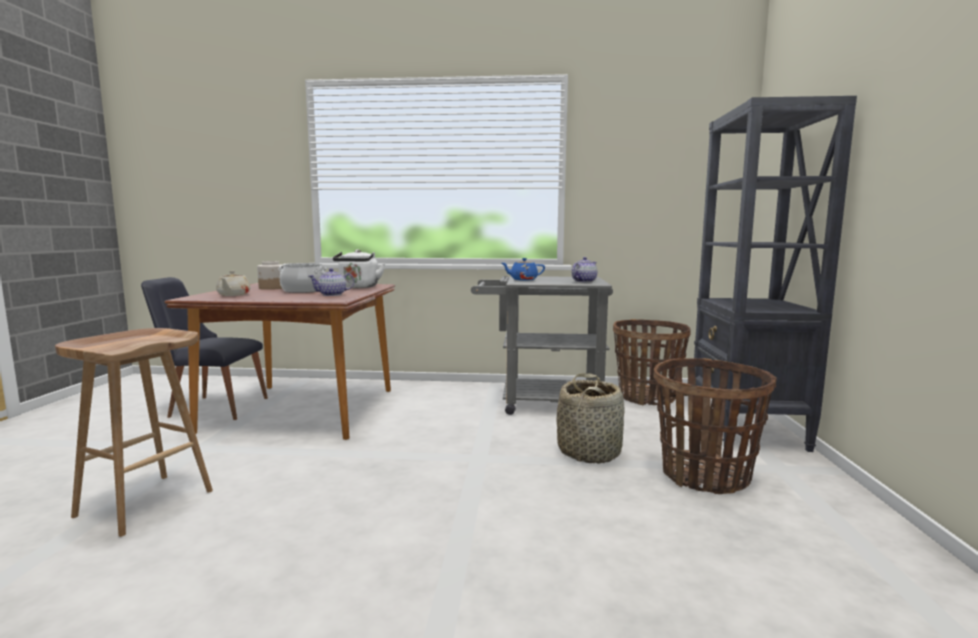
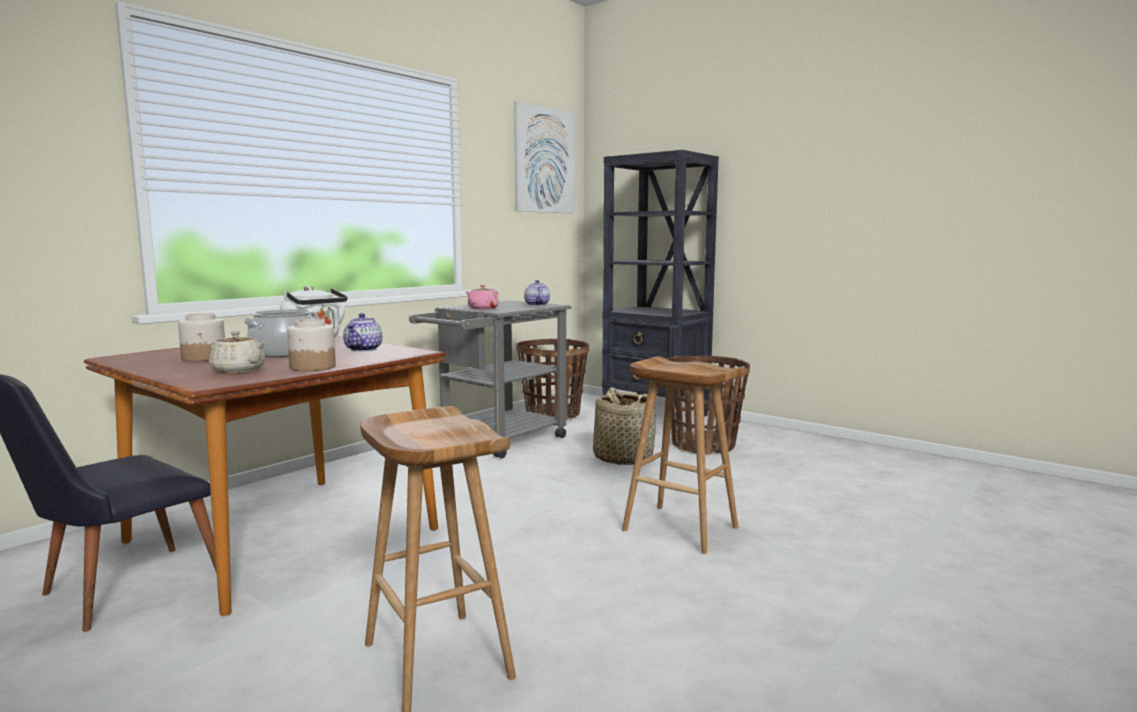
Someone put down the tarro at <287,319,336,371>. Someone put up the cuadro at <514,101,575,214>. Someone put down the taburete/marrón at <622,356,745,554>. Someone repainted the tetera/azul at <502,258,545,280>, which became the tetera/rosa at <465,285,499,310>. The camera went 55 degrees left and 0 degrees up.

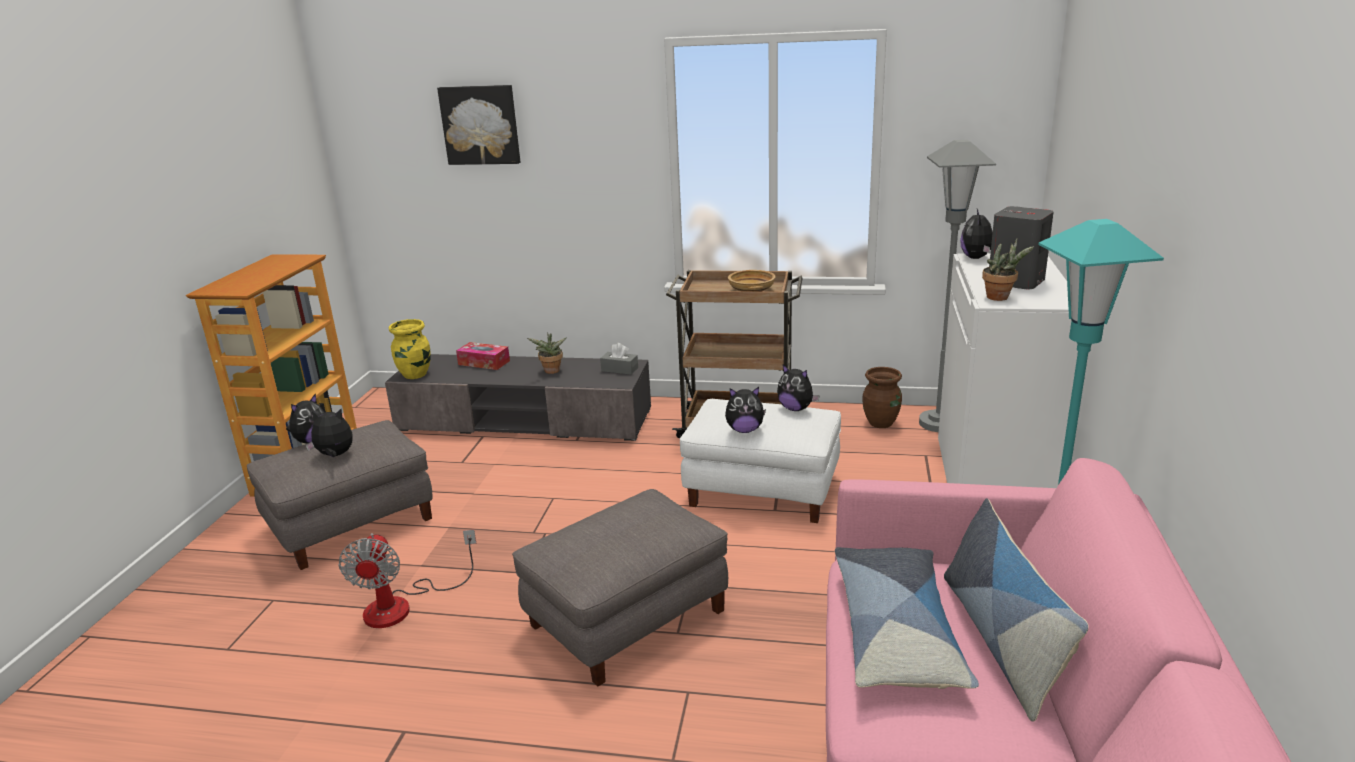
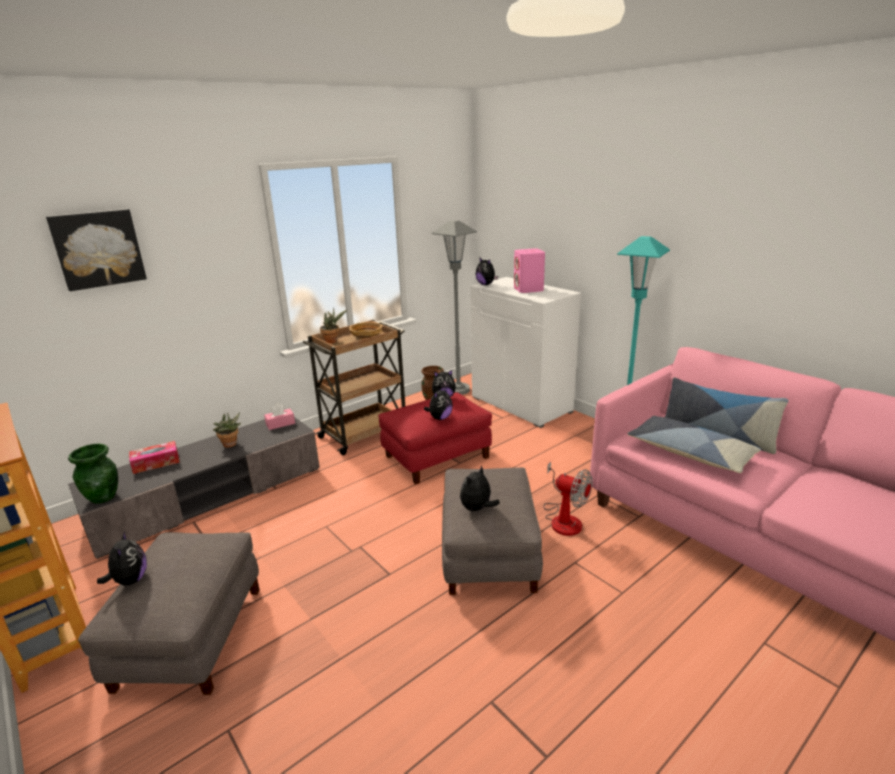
Someone carried the peluche from <306,409,353,457> to <460,465,500,512>. Someone carried the ventilador from <339,530,477,628> to <543,462,593,536>. Someone carried the planta en maceta from <982,238,1034,301> to <320,308,347,344>. Someone repainted the florero/amarillo at <389,319,431,379>, which became the florero/verde at <68,444,118,504>. Someone repainted the caja de pañuelos/gris at <600,343,638,375>, which became the caja de pañuelos/rosa at <264,404,295,430>. Someone repainted the puf/blanco at <680,399,841,523>, which became the puf/rojo at <378,392,492,485>. Someone repainted the altavoz/gris at <989,206,1054,289>, which became the altavoz/rosa at <514,248,545,293>. The camera went 50 degrees left and 0 degrees up.

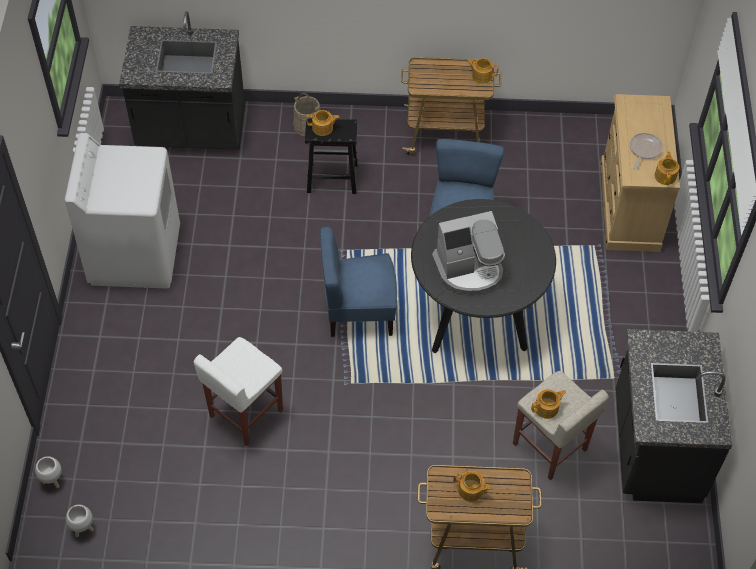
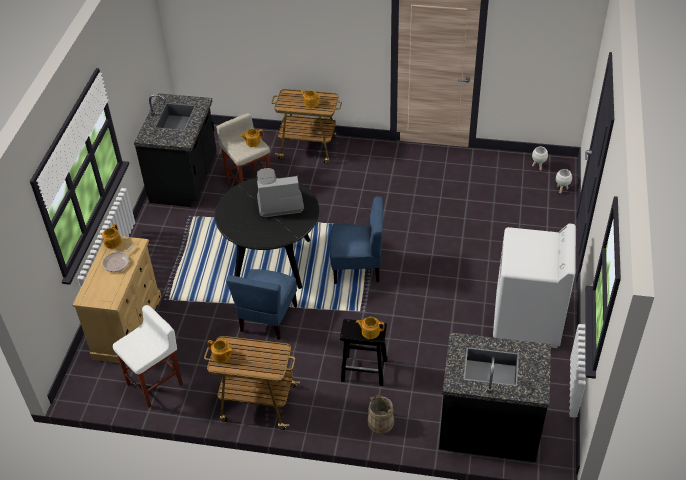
Someone carried the taburete/blanco from <194,337,283,446> to <113,305,183,408>. The camera went 170 degrees left and 10 degrees down.

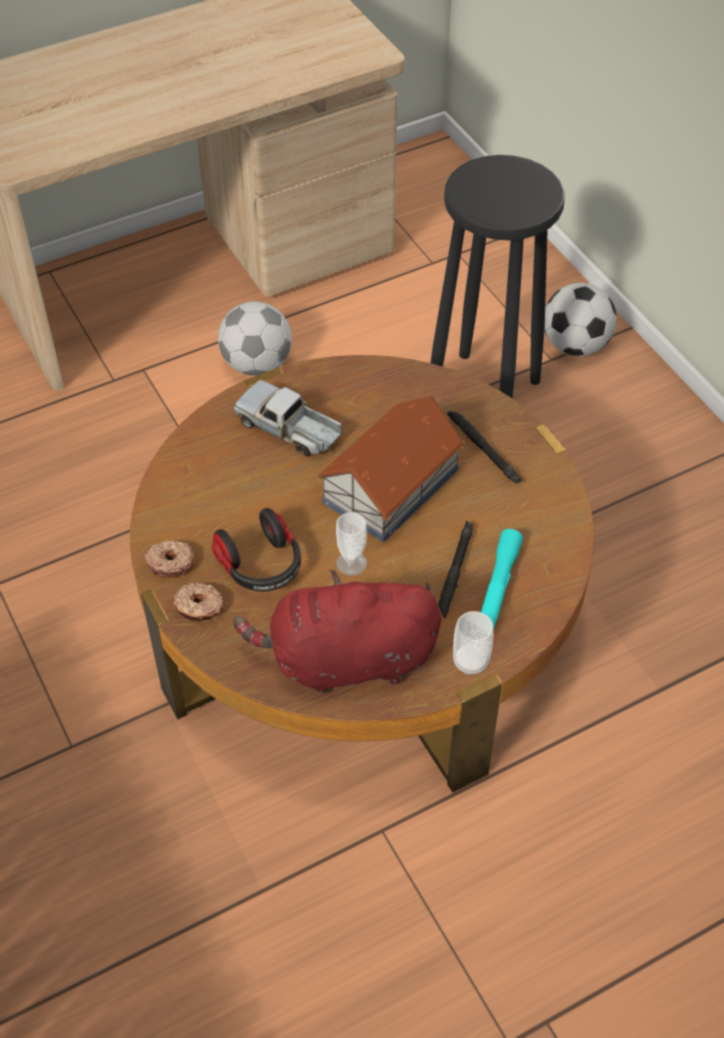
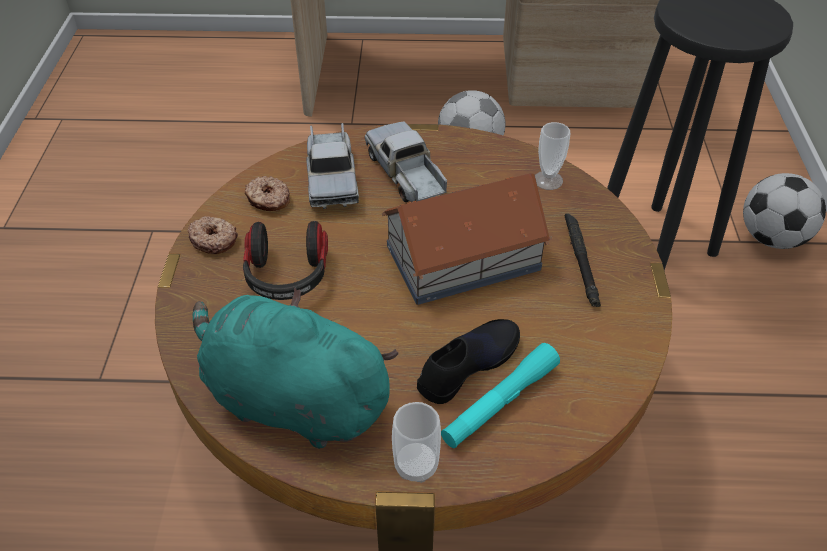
Someone put down the camión de juguete at <306,123,359,209>. Someone carried the rosquilla from <173,583,224,621> to <245,176,290,211>. Someone carried the taza from <336,512,367,576> to <535,122,571,190>. Someone swapped the linterna/negro at <438,521,473,619> for the zapato/negro at <417,319,520,404>. Someone repainted the peluche/rojo at <233,570,441,693>, which became the peluche/turquesa at <193,287,399,449>. The camera went 30 degrees right and 5 degrees down.

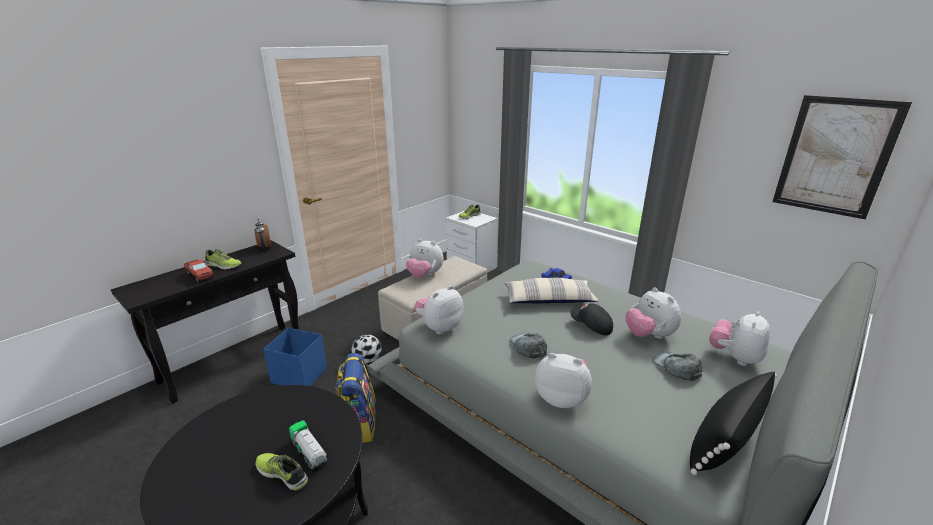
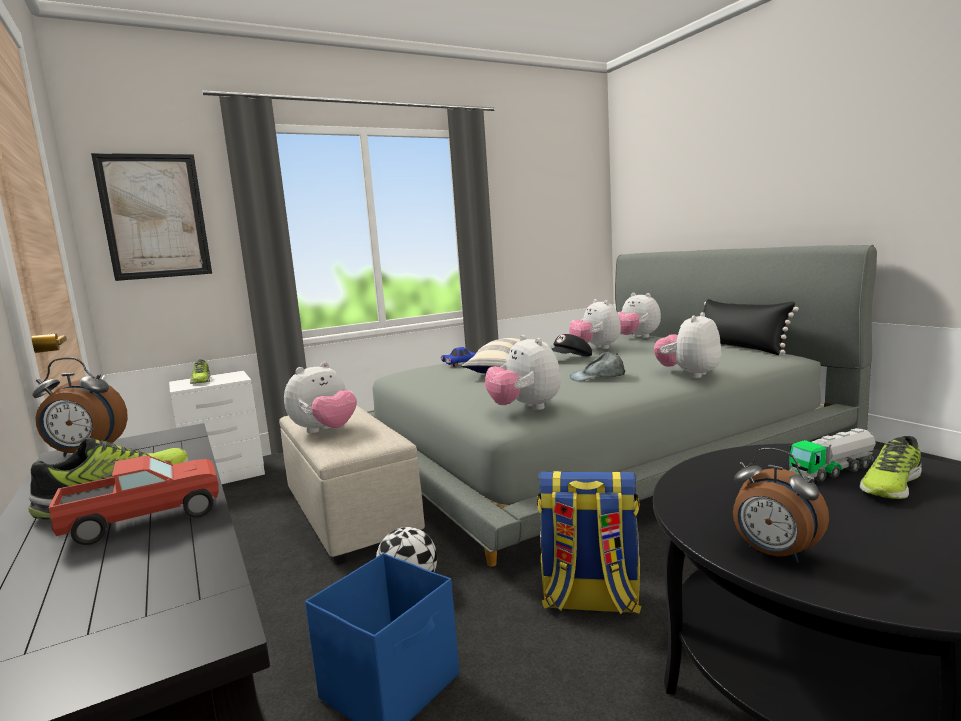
Someone took away the gorra/gris at <652,352,703,381>. Someone put down the despertador at <733,448,829,563>. Someone carried the cuadro from <773,95,912,219> to <91,153,212,281>. Someone rotated the peluche at <625,288,681,339> by 75 degrees clockwise. The camera went 70 degrees left and 15 degrees down.

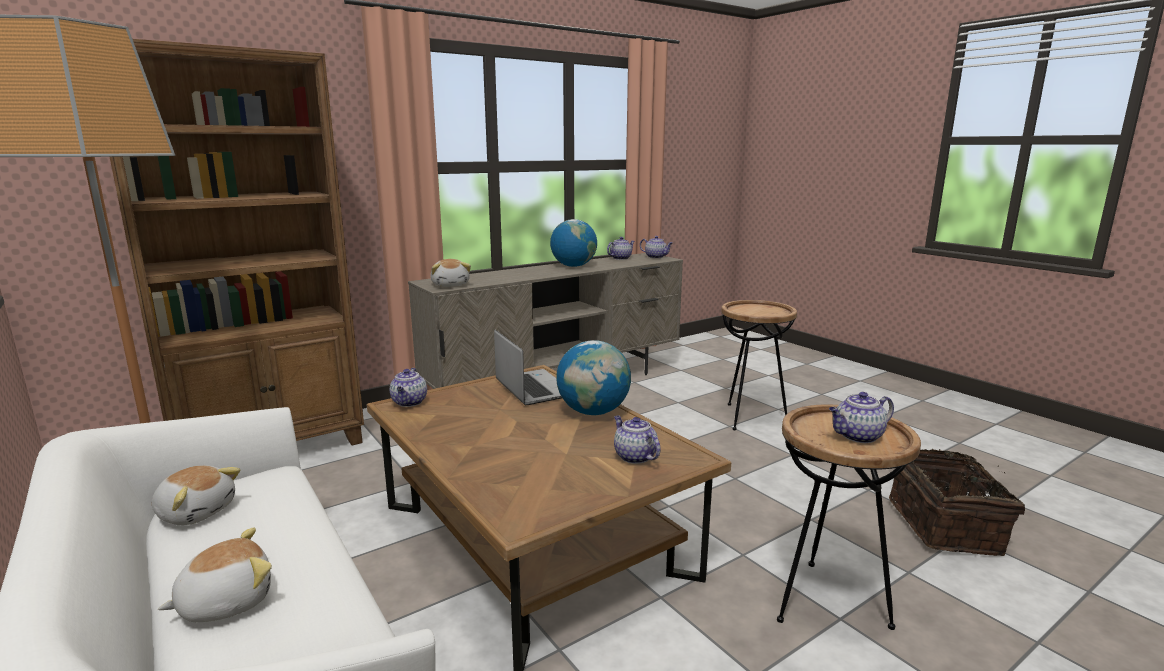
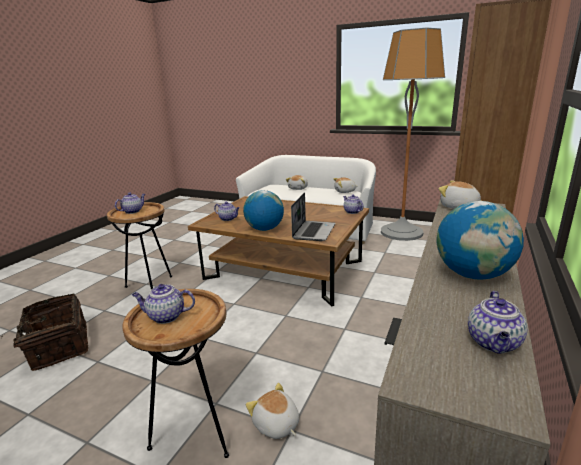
Someone put down the peluche at <246,383,299,439>. Someone carried the tetera from <640,236,673,258> to <132,284,195,324>. Someone rotated the portátil at <494,330,562,405> by 105 degrees counterclockwise. The camera went 150 degrees right and 5 degrees up.

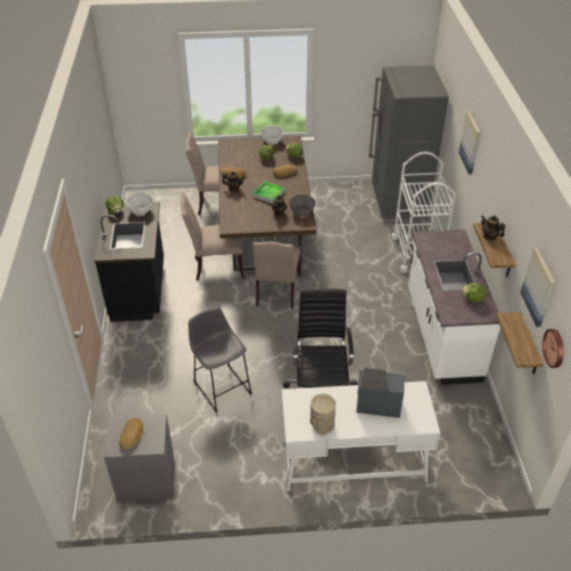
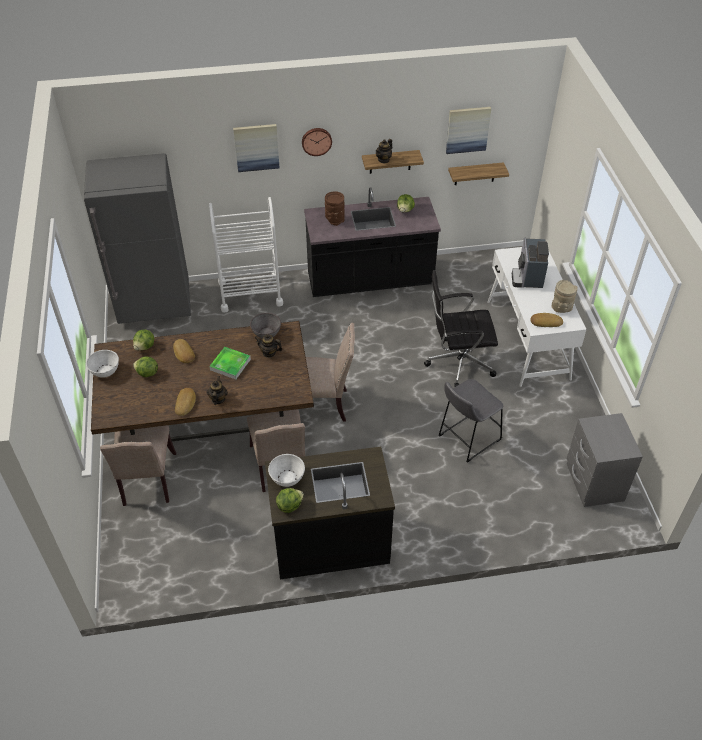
Someone put down the florero/marrón at <325,191,345,226>. Someone carried the pan from <119,418,143,450> to <530,313,563,327>. Someone carried the reloj de pared from <543,329,564,368> to <302,128,332,156>. Someone repainted the mueble bajo de cocina/blanco at <408,229,500,385>, which became the mueble bajo de cocina/negro at <304,187,441,297>. The camera went 95 degrees left and 5 degrees up.

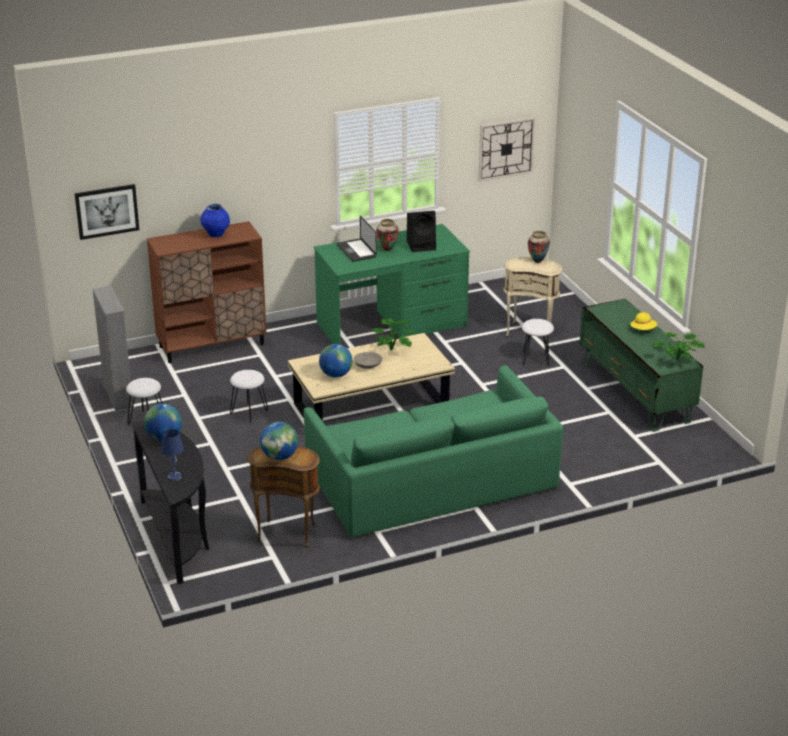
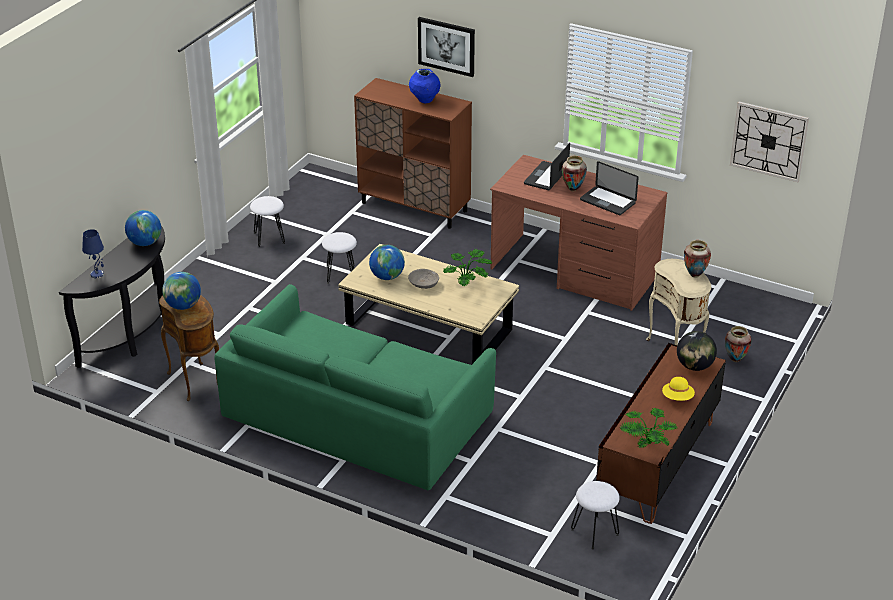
Someone took away the estantería/gris at <92,286,135,413>. Someone put down the globo terráqueo at <677,331,717,371>. Someone put down the florero at <725,326,752,362>. Someone carried the cuadro from <74,184,139,240> to <418,17,475,77>. Someone carried the taburete/blanco from <522,319,554,366> to <571,481,620,549>. Someone swapped the altavoz/negro at <407,211,436,252> for the portátil at <580,161,639,215>. Someone repainted the escritorio/verde at <314,224,470,345>, which became the escritorio/marrón at <490,155,667,311>. Someone repainted the mueble de televisión/verde at <579,298,703,432>, which became the mueble de televisión/marrón at <596,343,726,524>. The camera went 50 degrees right and 5 degrees up.

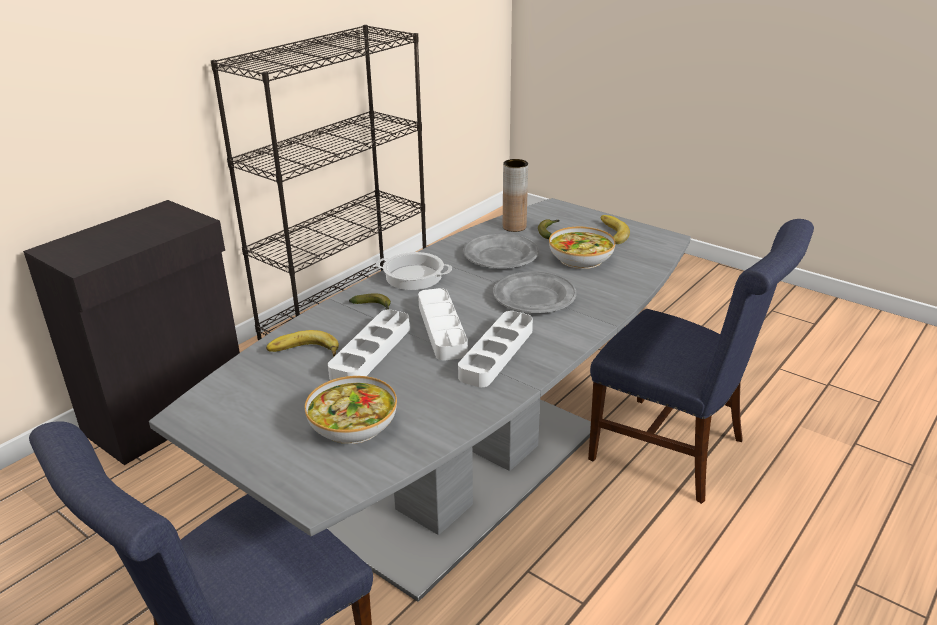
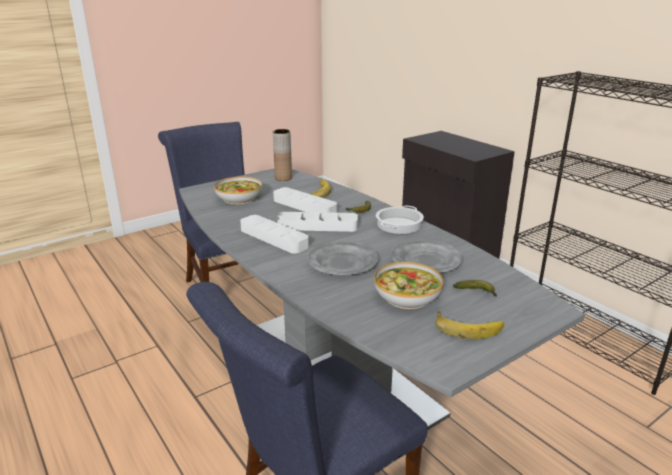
Someone carried the florero/marrón from <503,159,528,232> to <273,129,292,181>. The camera went 105 degrees right and 5 degrees down.

